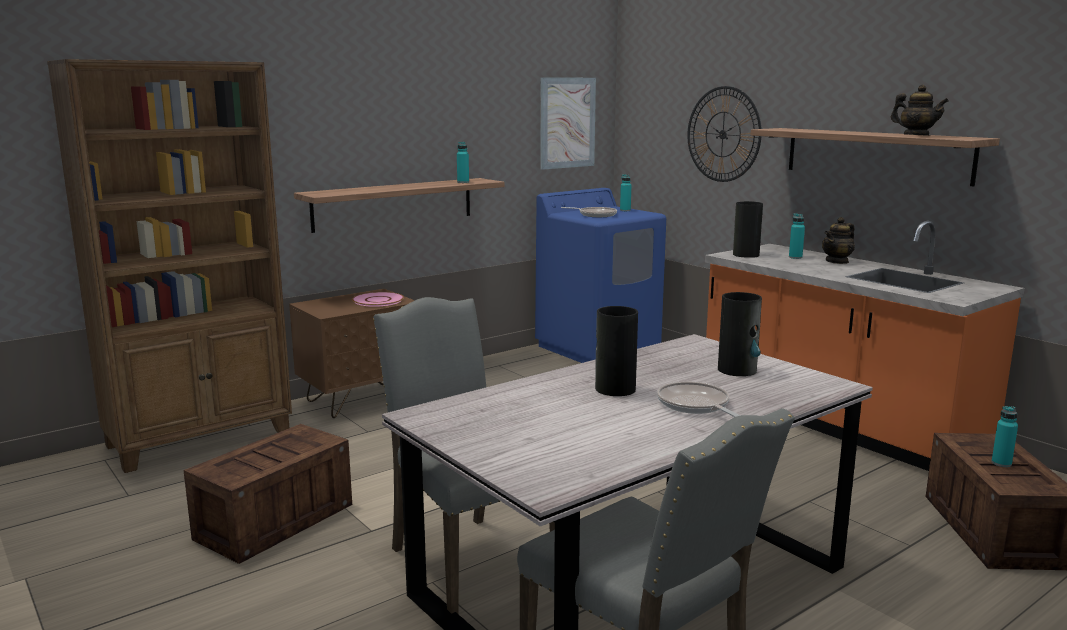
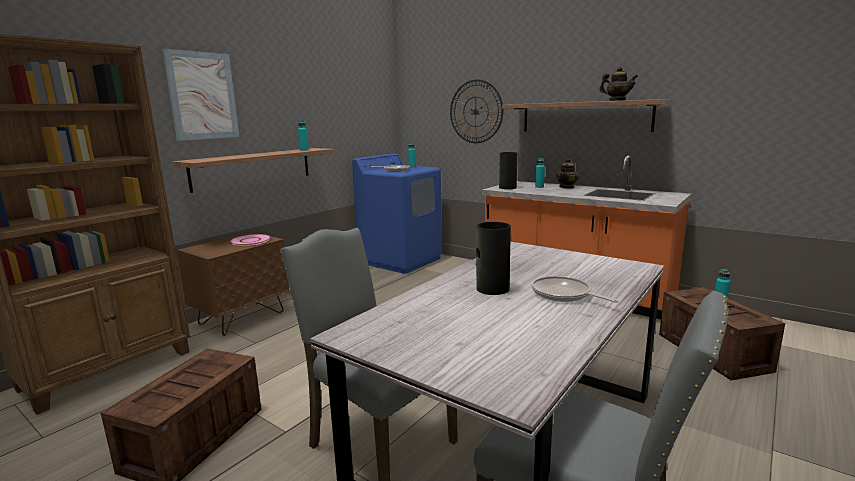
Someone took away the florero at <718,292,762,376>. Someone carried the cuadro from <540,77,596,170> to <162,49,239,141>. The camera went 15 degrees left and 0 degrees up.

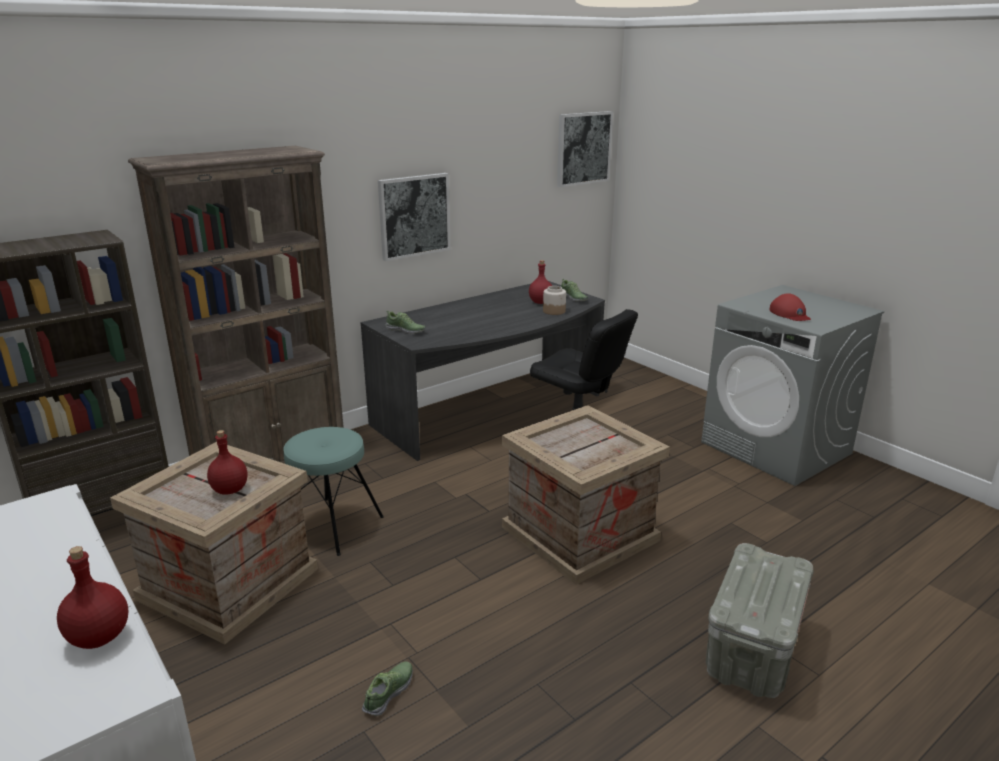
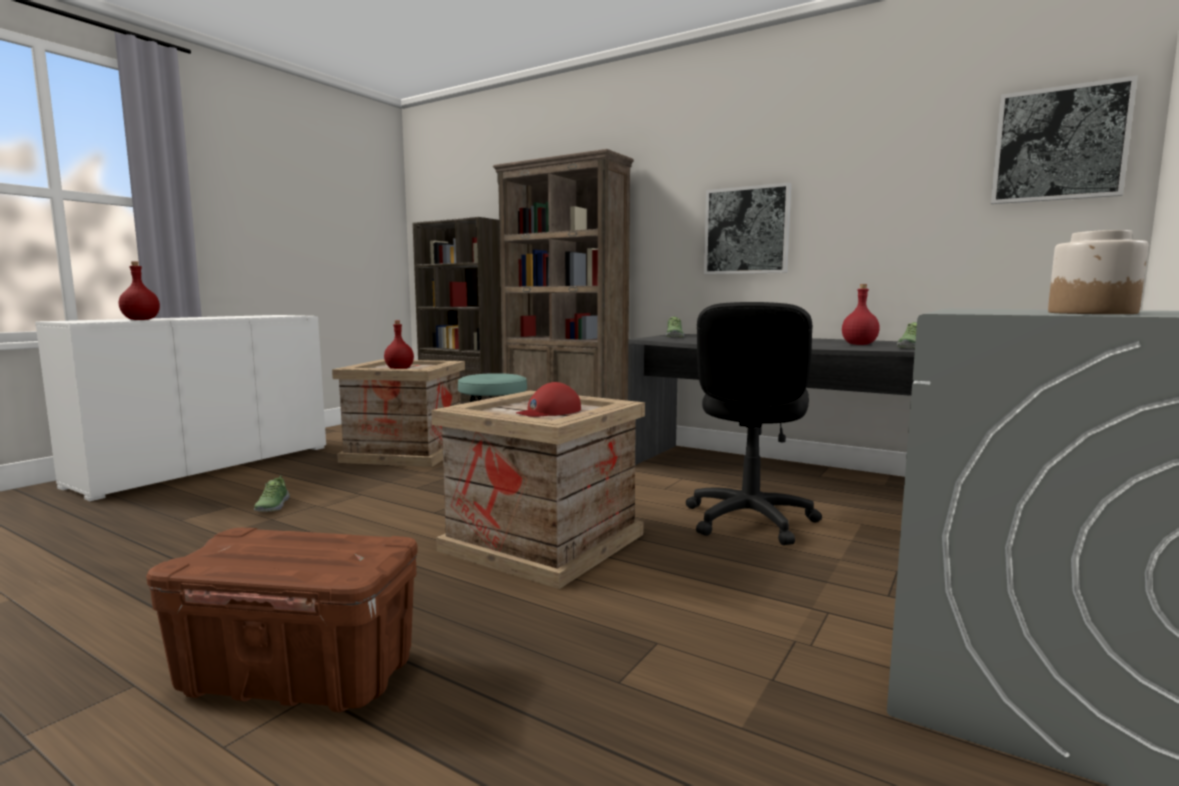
Someone carried the tarro from <543,286,566,315> to <1048,230,1148,314>. Someone carried the gorra/rojo from <769,293,811,321> to <516,382,581,417>. Someone repainted the caja de almacenaje/gris at <706,543,814,698>, which became the caja de almacenaje/marrón at <146,528,418,712>. Someone rotated the zapato at <362,661,413,716> by 75 degrees clockwise. The camera went 70 degrees right and 15 degrees down.

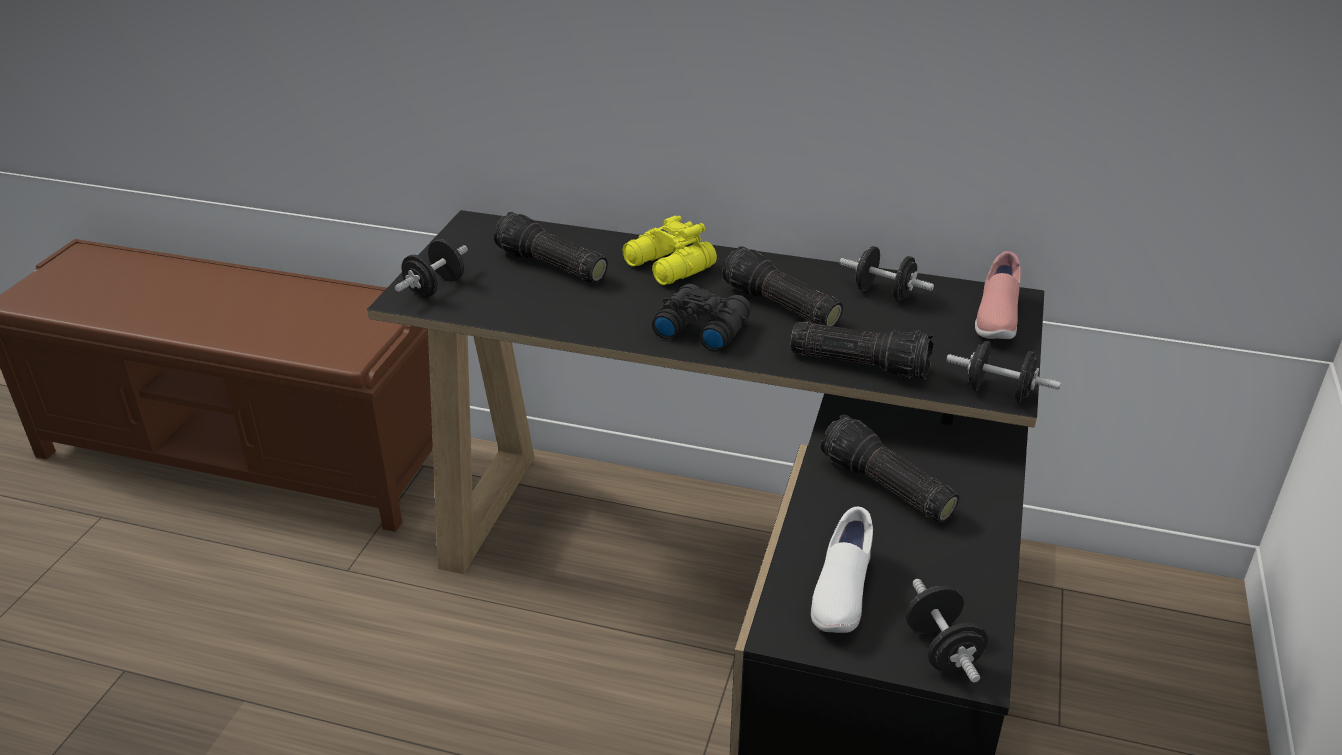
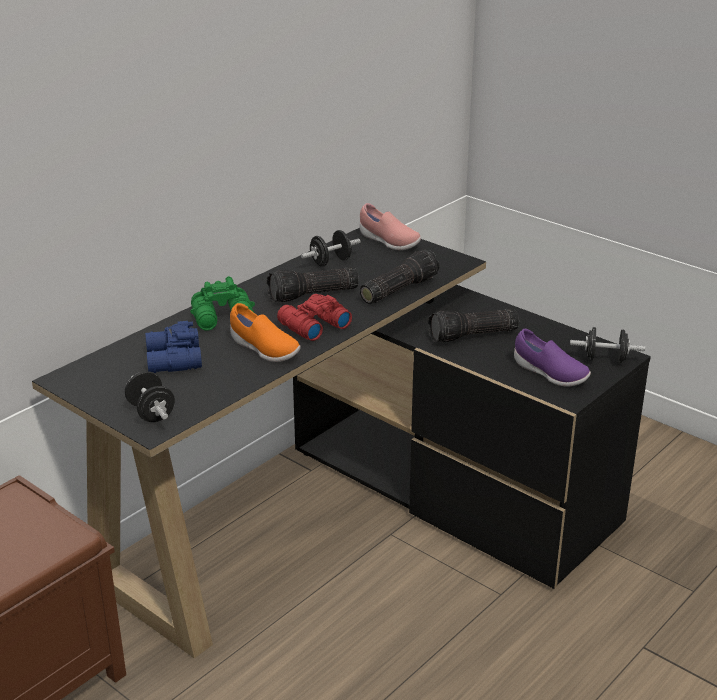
Someone took away the mancuerna/negro at <946,341,1061,402>. Someone put down the zapato/naranja at <230,303,301,362>. Someone swapped the linterna at <494,212,608,283> for the prismáticos/azul at <145,321,202,373>. Someone repainted the prismáticos/amarillo at <622,216,717,285>, which became the prismáticos/verde at <190,276,255,331>. Someone repainted the prismáticos/negro at <652,284,751,352>, which became the prismáticos/rojo at <277,294,352,341>. Someone repainted the zapato/blanco at <811,507,873,633>, which became the zapato/morado at <514,329,591,387>. The camera went 65 degrees left and 5 degrees down.

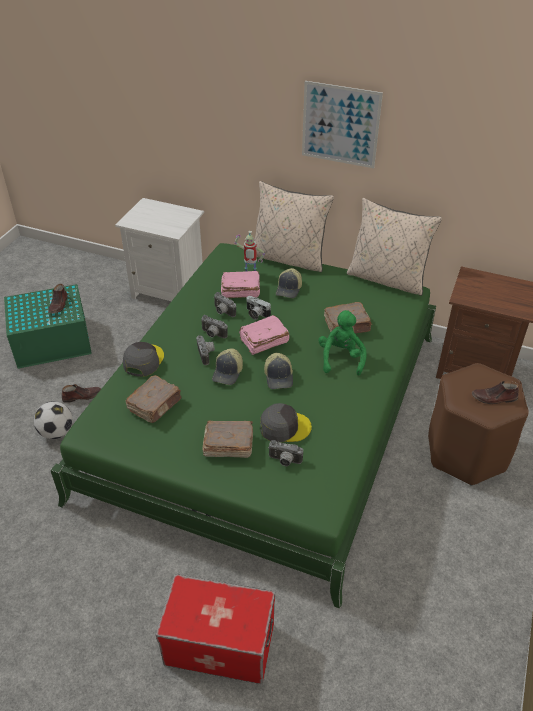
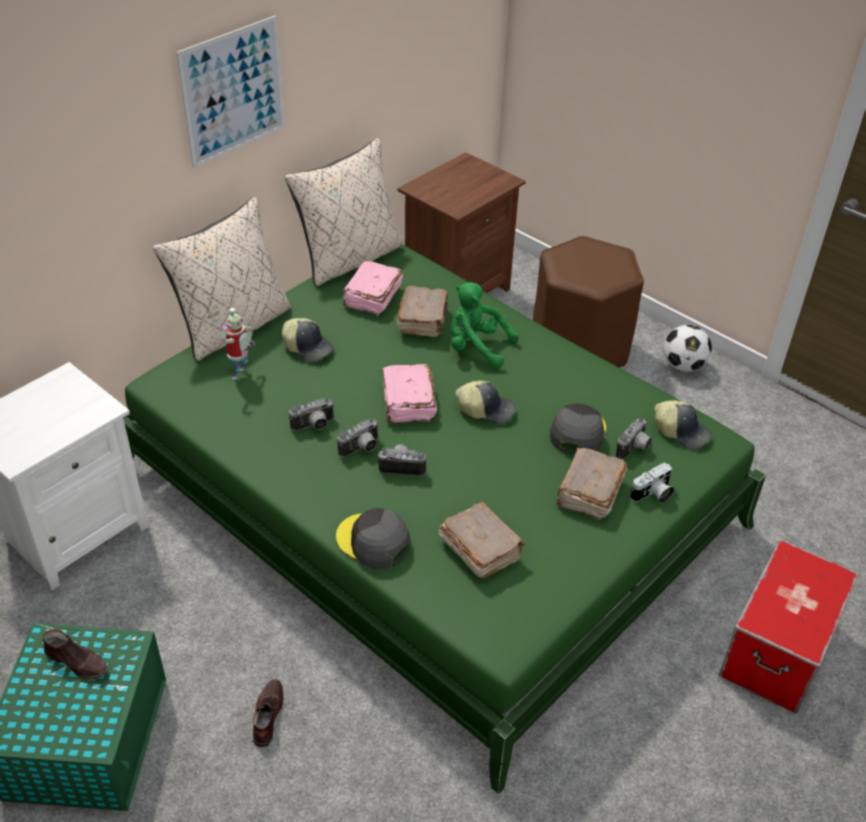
Someone took away the zapato/marrón at <472,381,519,404>. Someone carried the balón de fútbol from <34,401,73,439> to <663,325,712,372>. Someone carried the gorra from <212,348,243,385> to <654,400,712,450>. Someone carried the libro/rosa from <221,271,260,298> to <342,261,403,315>. Someone carried the cámara from <246,296,271,320> to <630,462,674,503>. The camera went 70 degrees left and 0 degrees up.

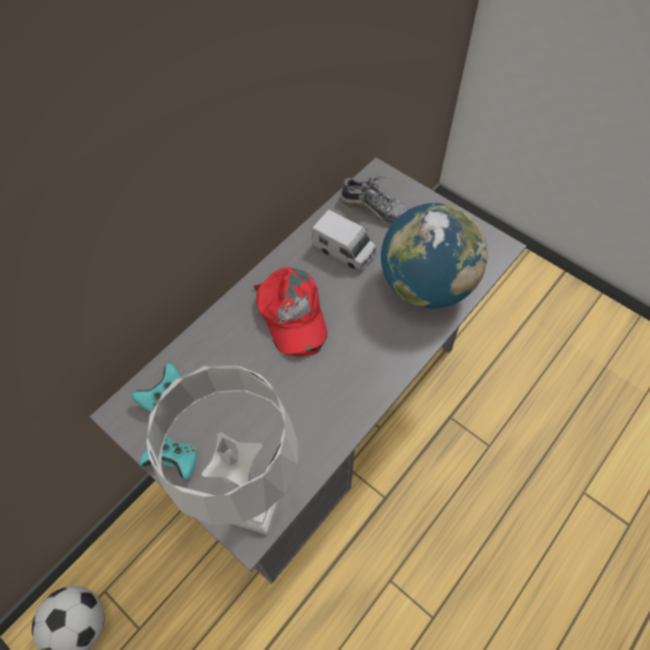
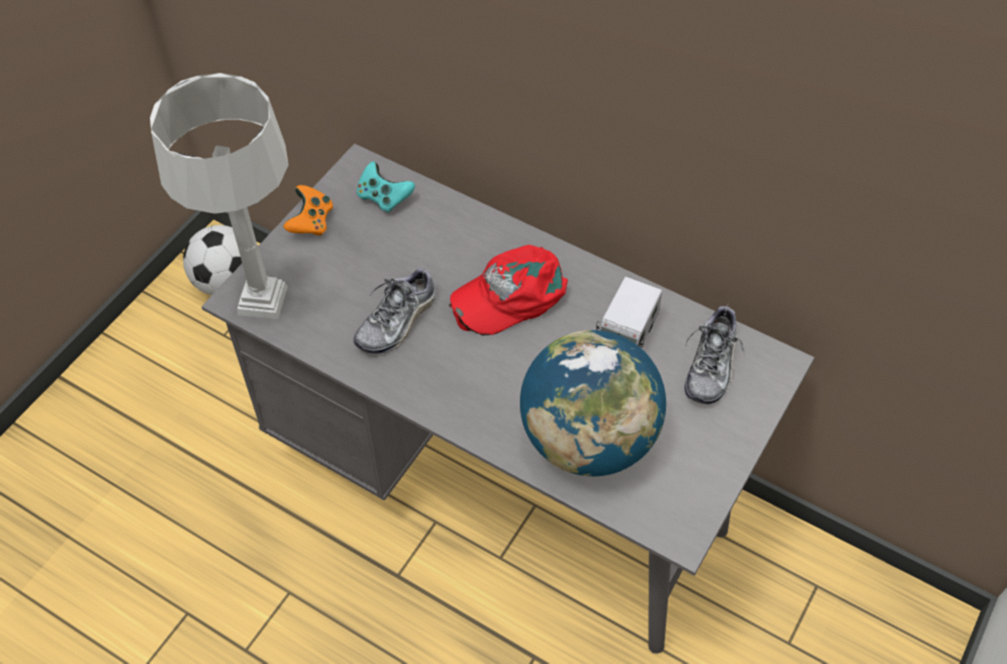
Someone put down the zapato at <353,267,436,354>. Someone repainted the mando de consola/turquesa at <139,437,197,480>, which became the mando de consola/naranja at <283,185,333,236>. The camera went 80 degrees right and 5 degrees down.

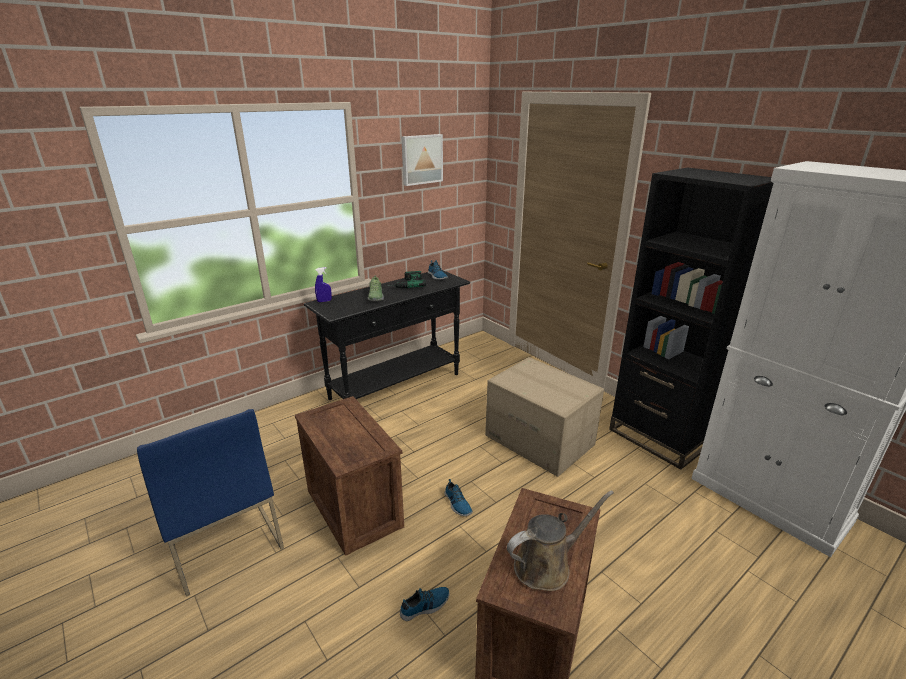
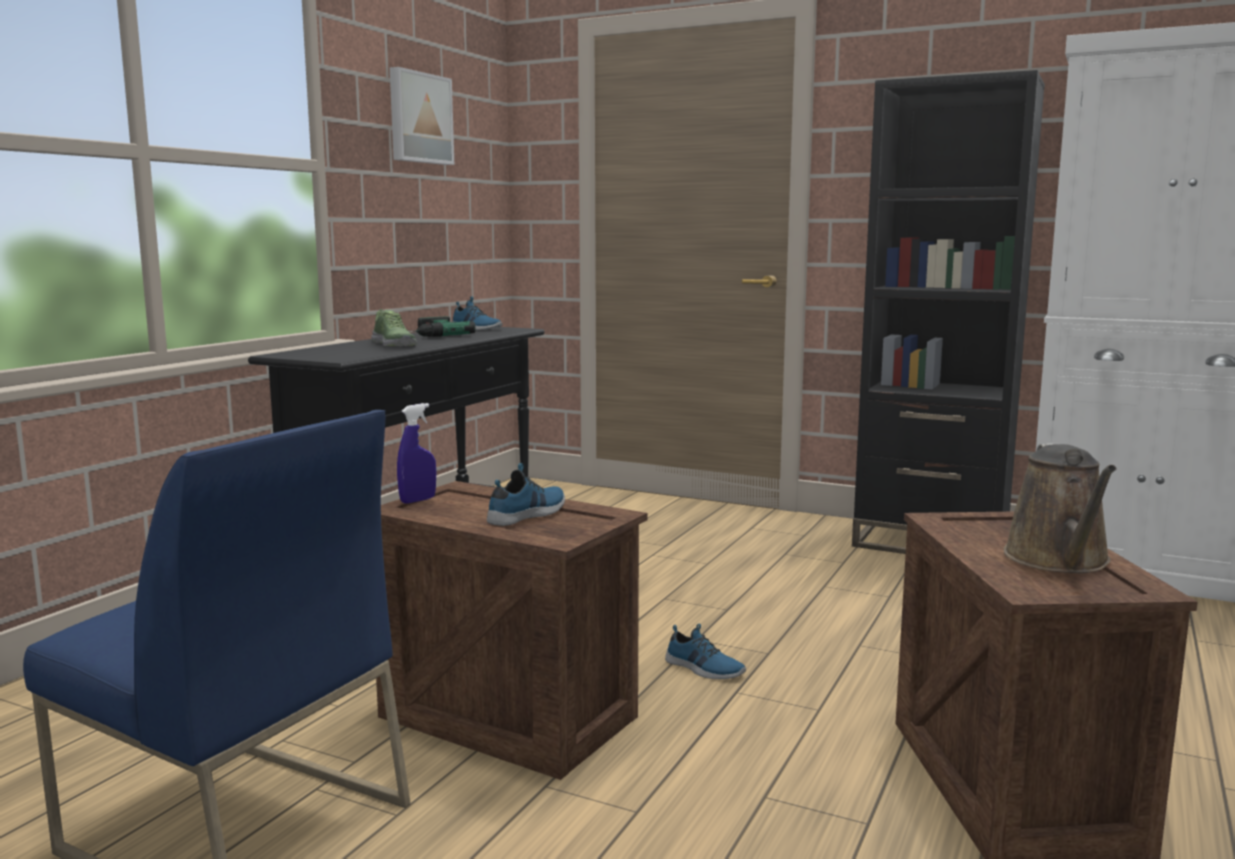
Someone took away the caja de cartón at <485,357,604,477>. Someone carried the pulverizador/azul from <315,267,332,302> to <397,403,437,504>. Someone carried the zapato from <400,587,450,621> to <487,463,565,526>. Someone rotated the regadera/marrón at <507,490,614,591> by 150 degrees clockwise. The camera went 25 degrees left and 15 degrees down.

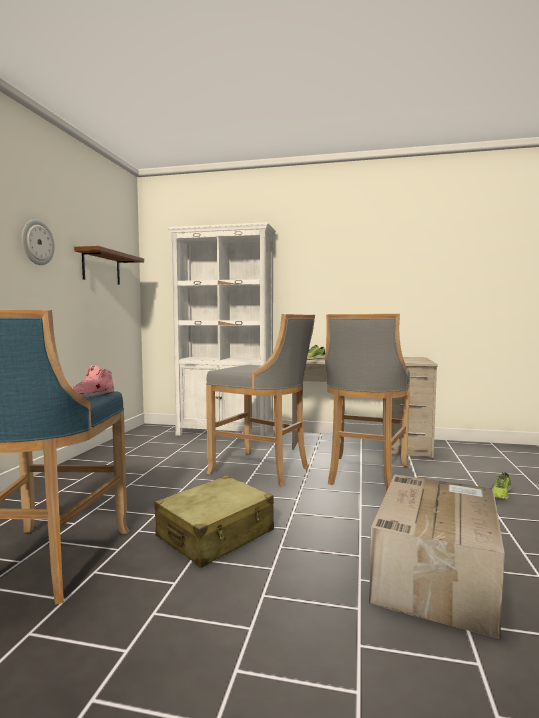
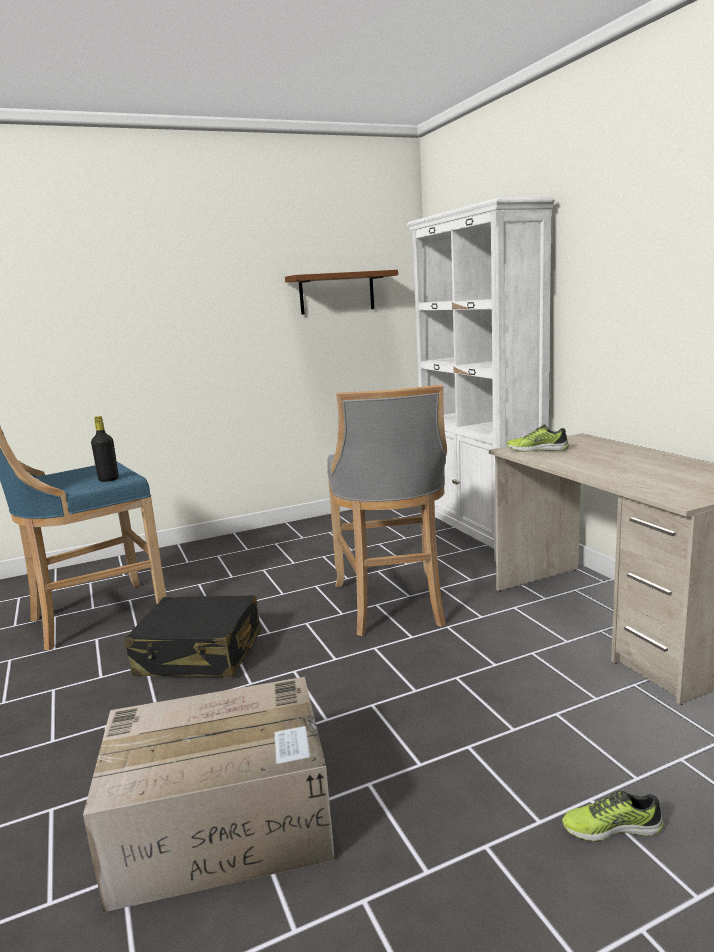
Someone took away the reloj de pared at <22,220,55,265>. Someone took away the taburete/gris at <325,313,410,492>. Someone swapped the zapato/rosa at <72,365,114,398> for the botella/negro at <91,416,119,482>. Someone repainted the maleta/beis at <154,476,274,568>, which became the maleta/negro at <124,595,261,677>. The camera went 55 degrees right and 10 degrees up.

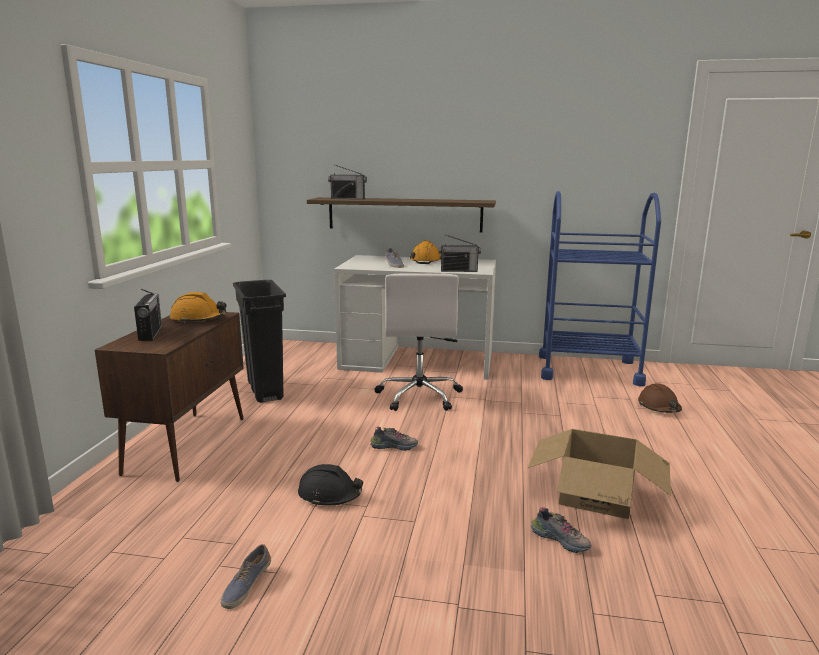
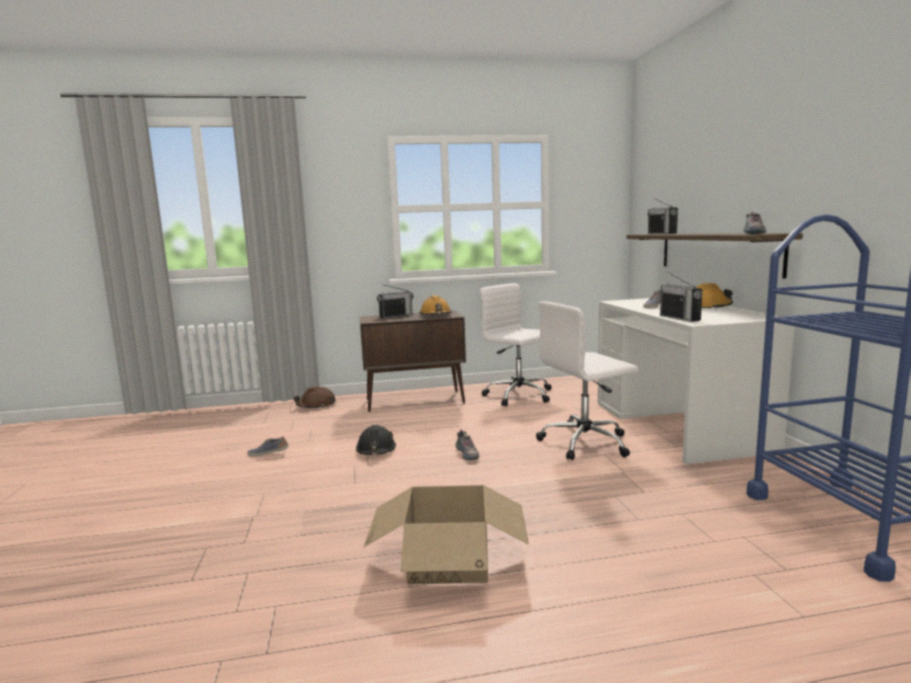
Someone carried the zapato from <530,507,592,553> to <743,212,766,234>. Someone carried the casco/marrón from <638,383,682,413> to <294,386,336,408>. Someone swapped the papelera/negro at <233,280,286,403> for the silla de oficina/blanco at <480,283,552,406>. The camera went 70 degrees right and 5 degrees down.

